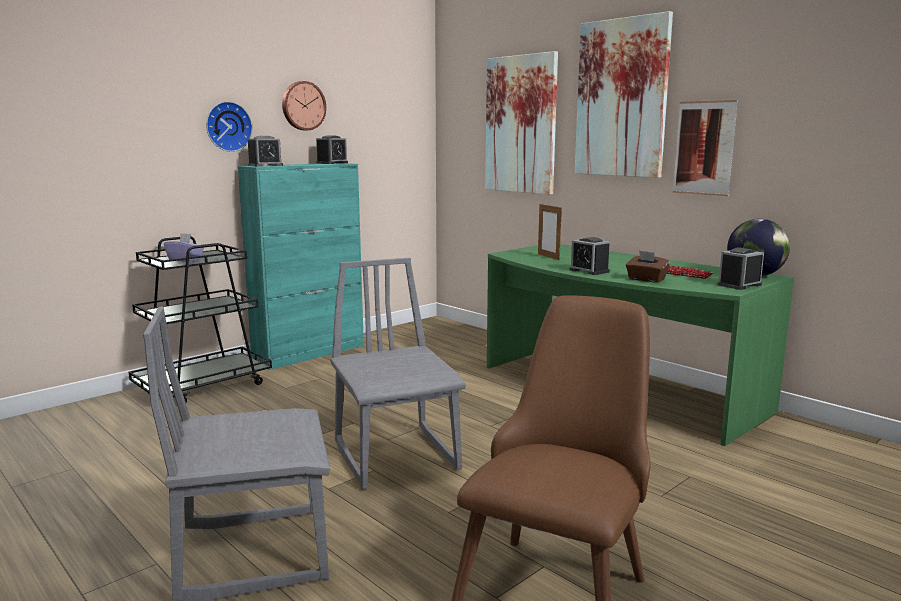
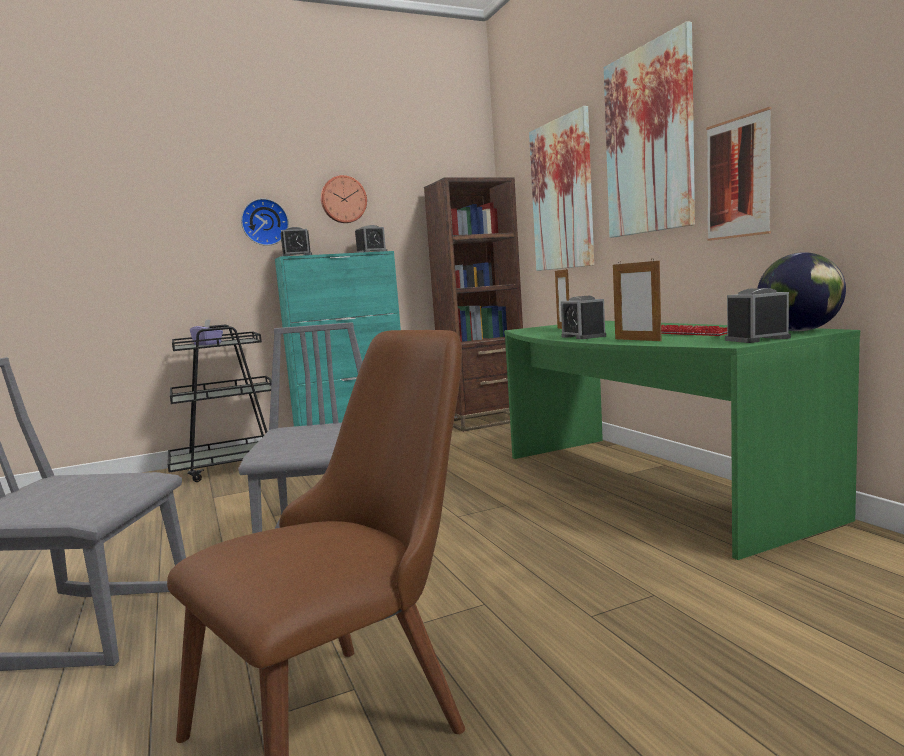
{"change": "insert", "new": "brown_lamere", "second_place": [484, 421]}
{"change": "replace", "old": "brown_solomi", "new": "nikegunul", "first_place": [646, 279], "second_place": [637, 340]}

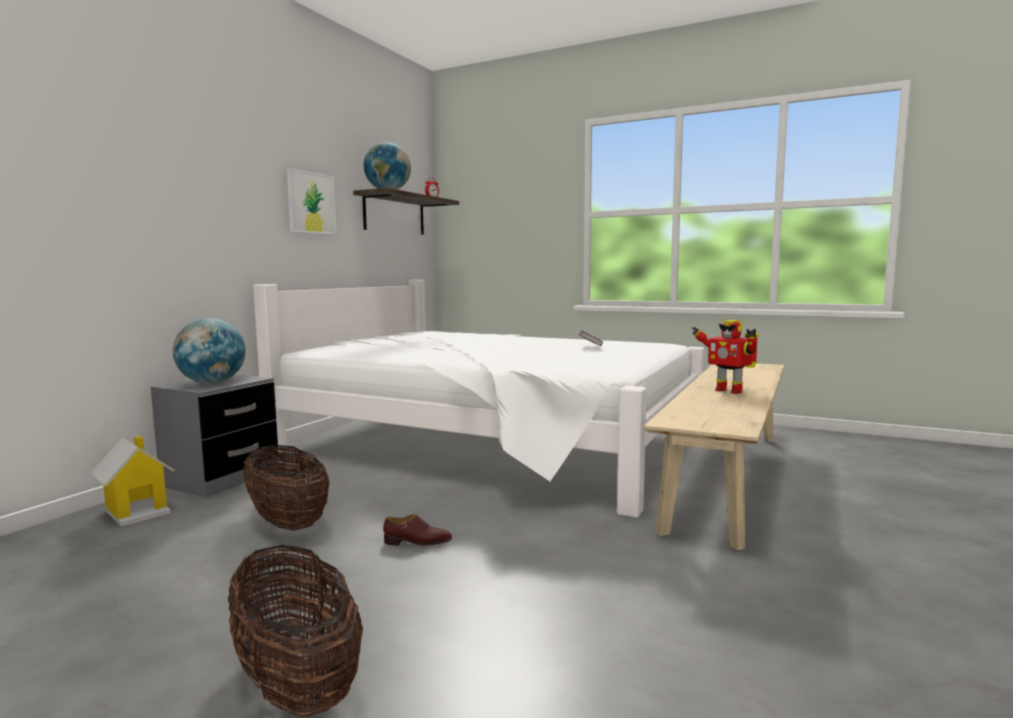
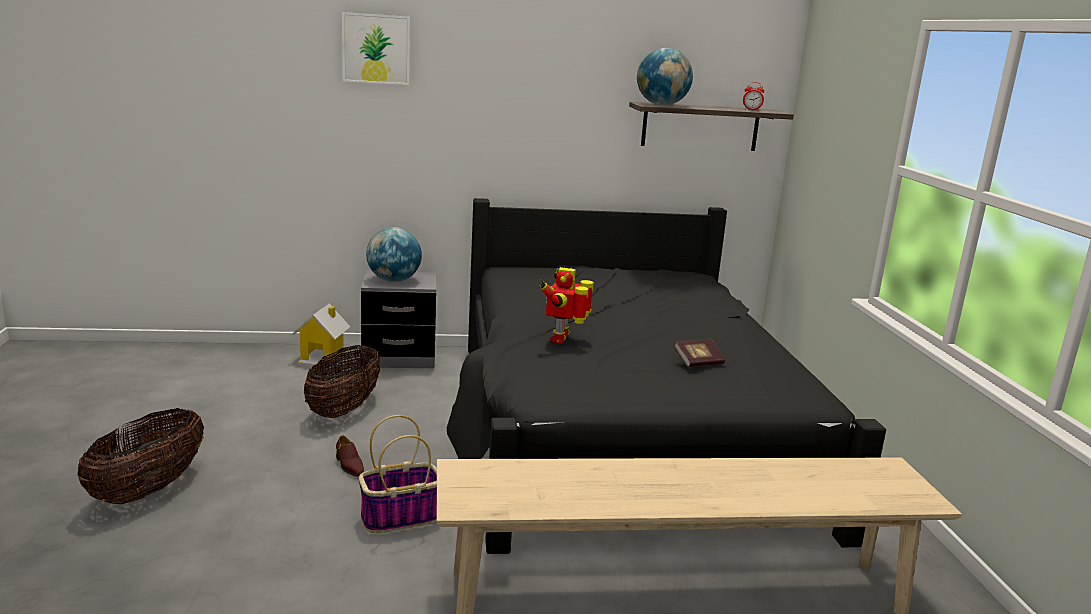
{"change": "insert", "new": "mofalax", "second_place": [401, 517]}
{"change": "move", "old": "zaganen", "first_place": [311, 203], "second_place": [376, 49]}
{"change": "move", "old": "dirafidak", "first_place": [728, 390], "second_place": [562, 338]}
{"change": "recolor", "old": "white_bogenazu", "new": "black_bogenazu", "first_place": [494, 442], "second_place": [621, 428]}

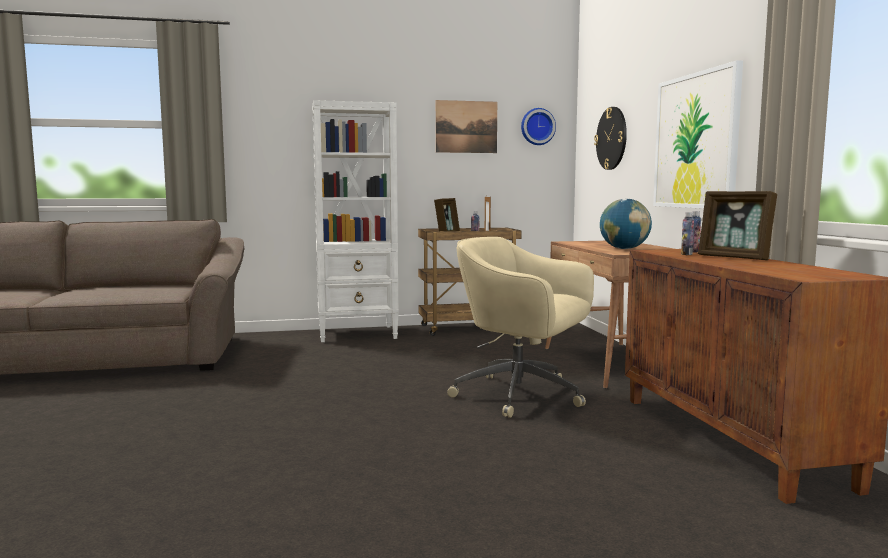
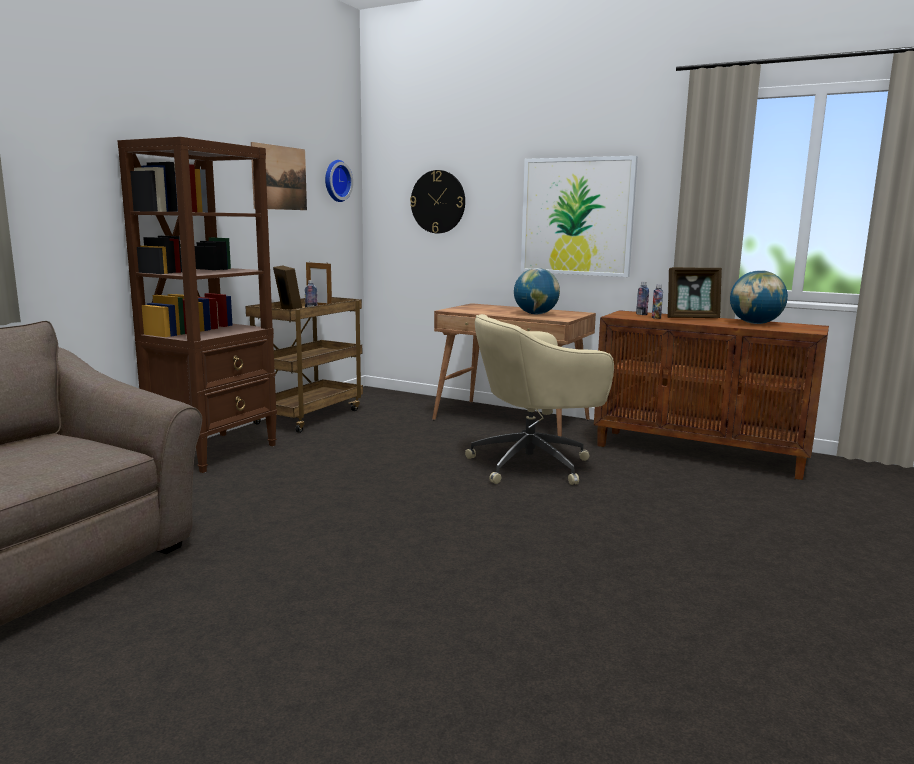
{"change": "insert", "new": "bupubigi", "second_place": [755, 323]}
{"change": "recolor", "old": "white_lamere", "new": "brown_lamere", "first_place": [358, 334], "second_place": [215, 451]}

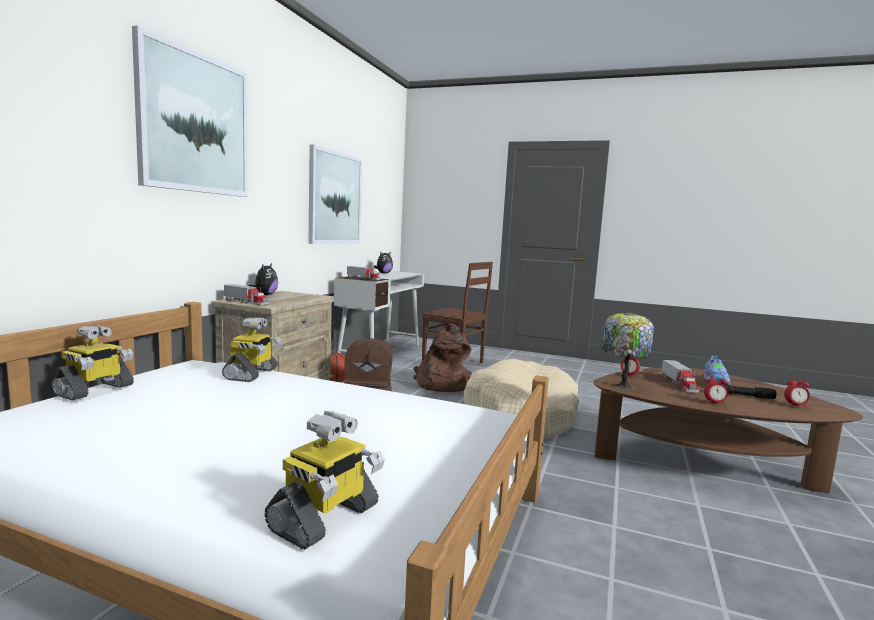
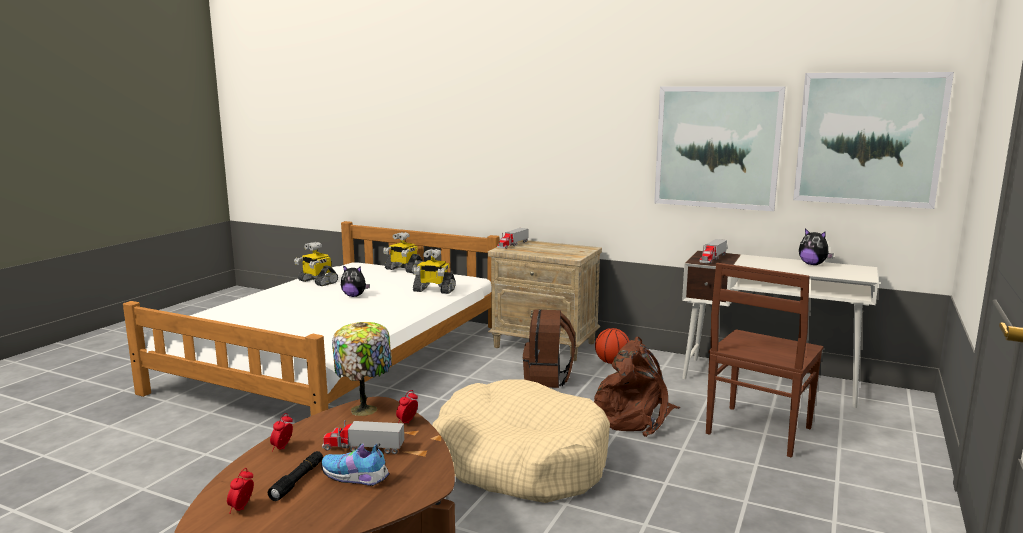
{"change": "move", "old": "zaganen", "first_place": [195, 123], "second_place": [868, 139]}
{"change": "move", "old": "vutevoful", "first_place": [265, 295], "second_place": [354, 296]}
{"change": "move", "old": "dirafidak", "first_place": [325, 519], "second_place": [317, 281]}

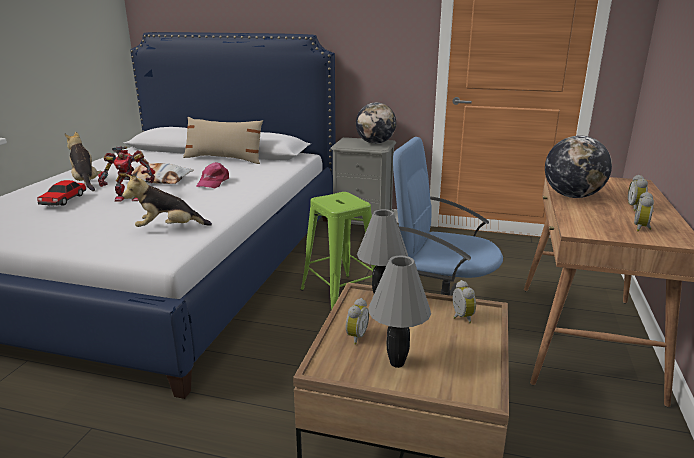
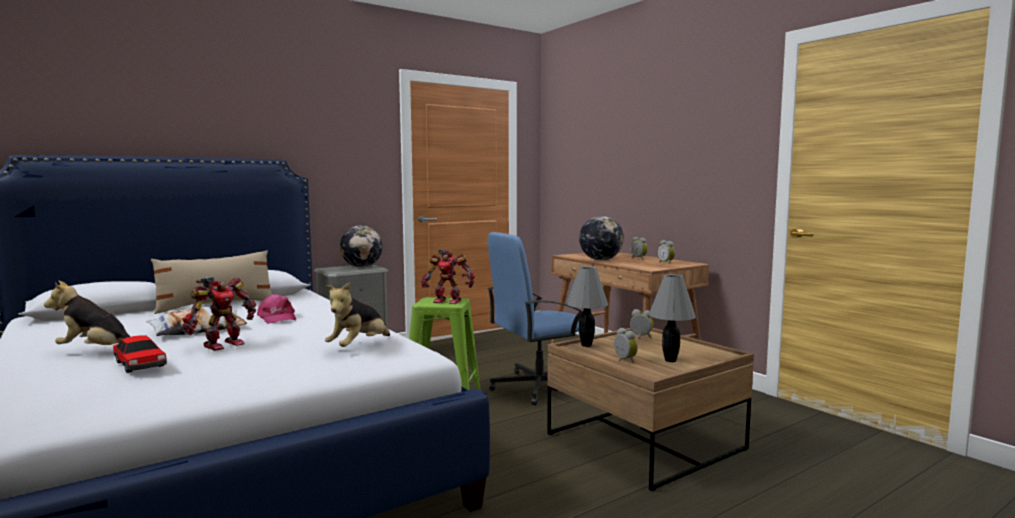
{"change": "insert", "new": "dirafidak", "second_place": [448, 301]}

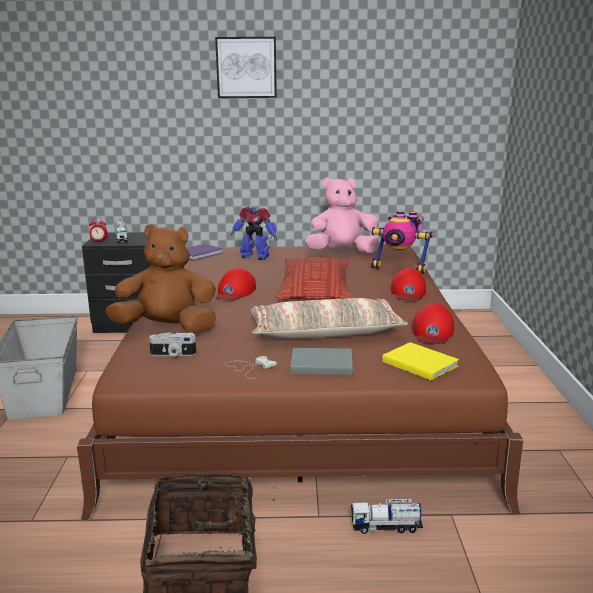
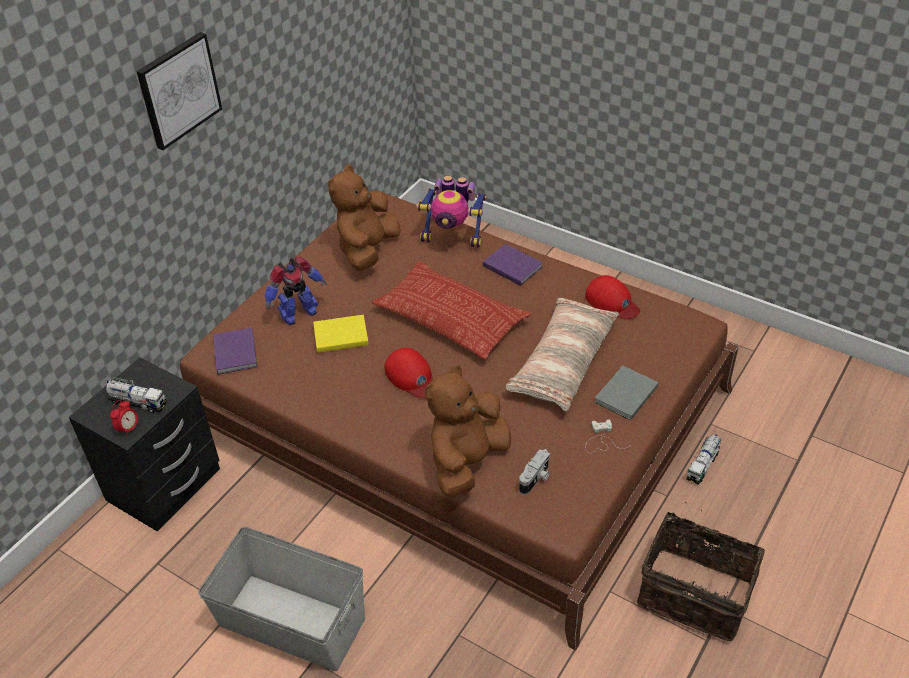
{"change": "move", "old": "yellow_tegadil", "first_place": [419, 363], "second_place": [339, 335]}
{"change": "replace", "old": "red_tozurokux", "new": "purple_tegadil", "first_place": [408, 292], "second_place": [512, 265]}
{"change": "recolor", "old": "pink_vutevoful", "new": "brown_vutevoful", "first_place": [342, 253], "second_place": [367, 250]}
{"change": "rotate", "old": "dirafidak", "first_place": [400, 268], "second_place": [453, 238], "degrees": 45}

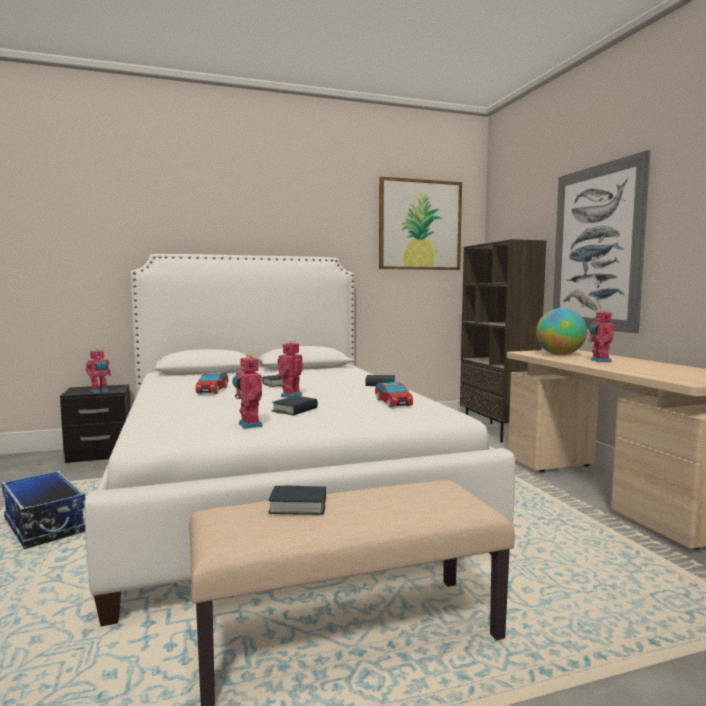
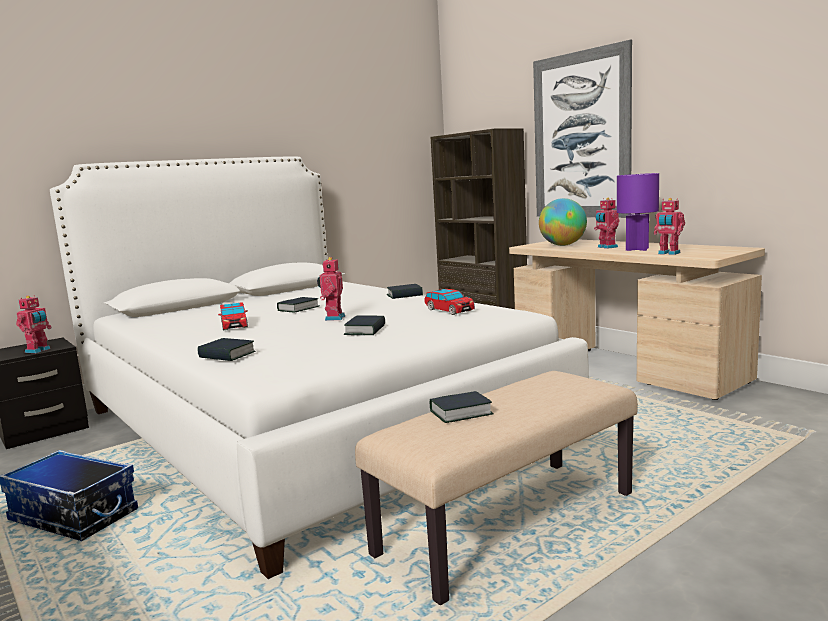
{"change": "delete", "old": "zaganen", "first_place": [420, 225]}
{"change": "insert", "new": "tegadil", "second_place": [227, 355]}
{"change": "insert", "new": "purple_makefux", "second_place": [637, 249]}
{"change": "move", "old": "dirafidak", "first_place": [248, 425], "second_place": [668, 253]}

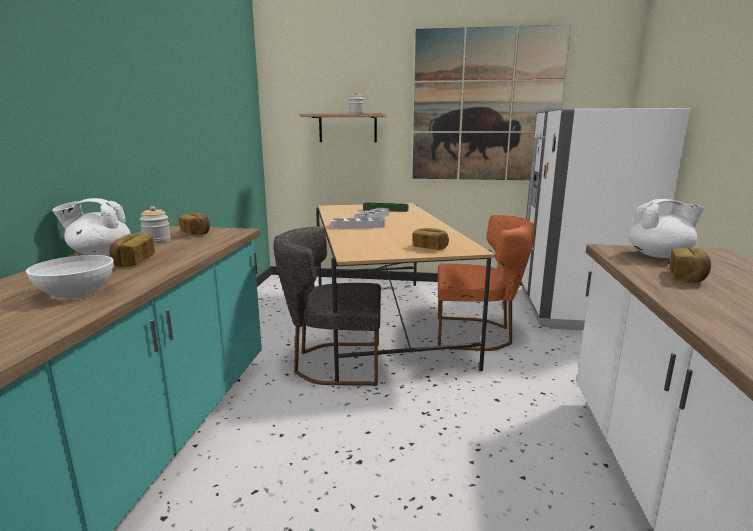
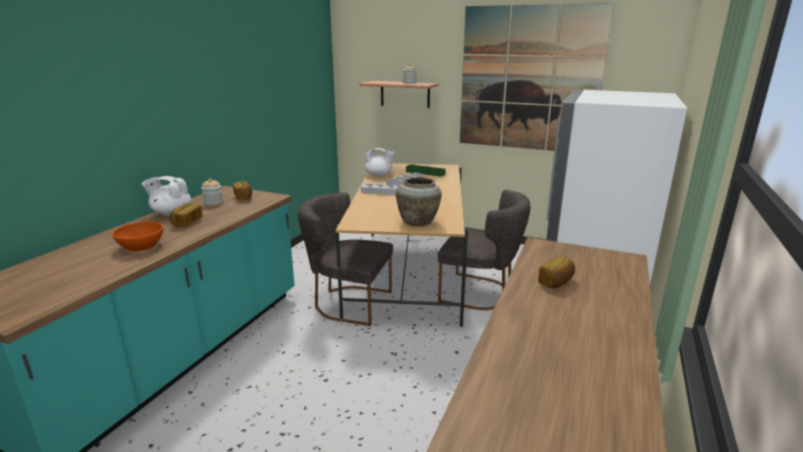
{"change": "move", "old": "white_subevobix", "first_place": [659, 255], "second_place": [379, 175]}
{"change": "replace", "old": "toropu", "new": "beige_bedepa", "first_place": [430, 248], "second_place": [418, 222]}
{"change": "recolor", "old": "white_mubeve", "new": "orange_mubeve", "first_place": [76, 292], "second_place": [141, 246]}
{"change": "recolor", "old": "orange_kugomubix", "new": "grey_kugomubix", "first_place": [477, 334], "second_place": [480, 293]}

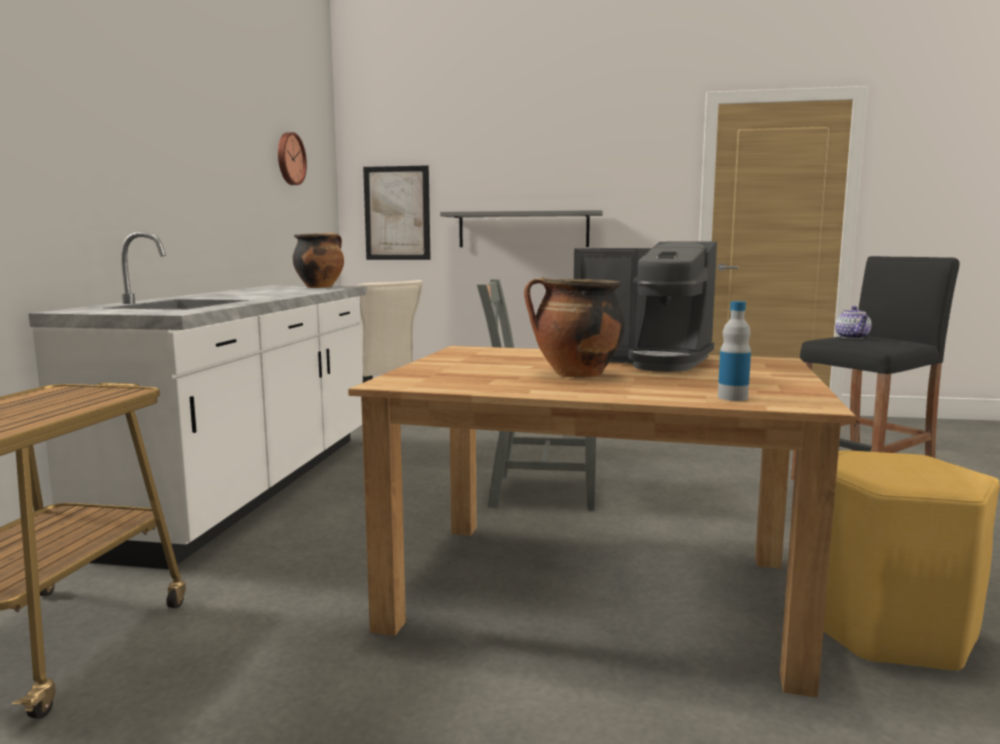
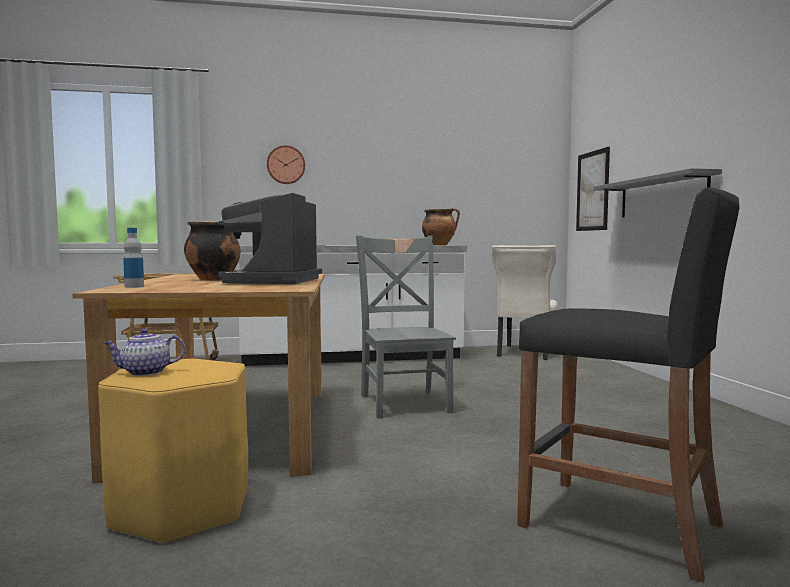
{"change": "move", "old": "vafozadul", "first_place": [289, 159], "second_place": [286, 165]}
{"change": "move", "old": "subevobix", "first_place": [852, 337], "second_place": [145, 372]}

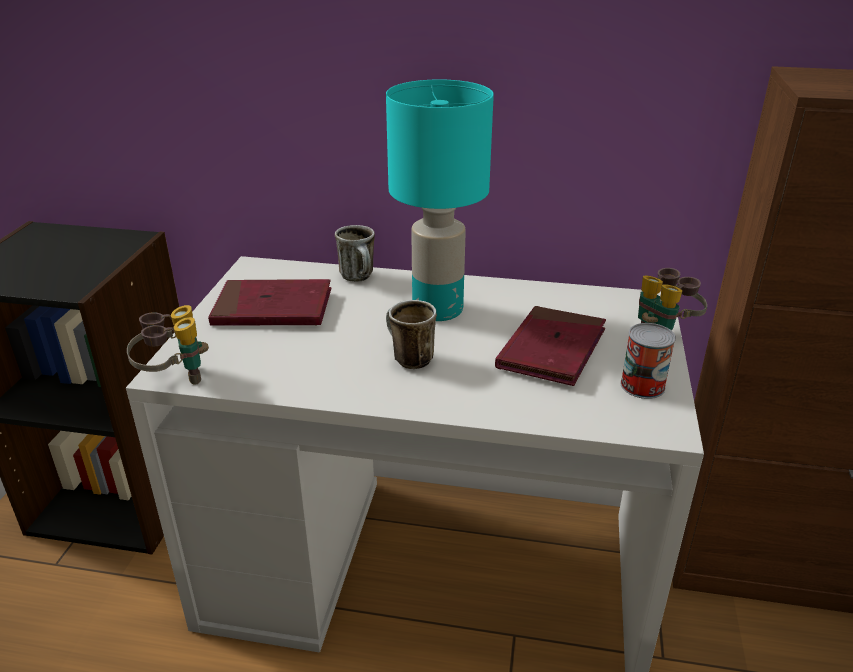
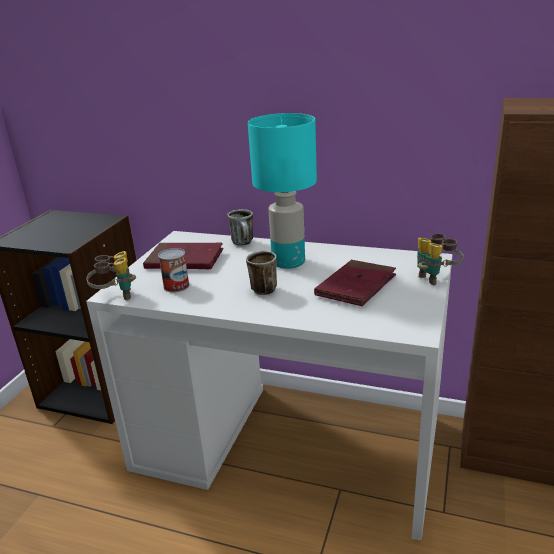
{"change": "move", "old": "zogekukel", "first_place": [642, 385], "second_place": [176, 286]}

